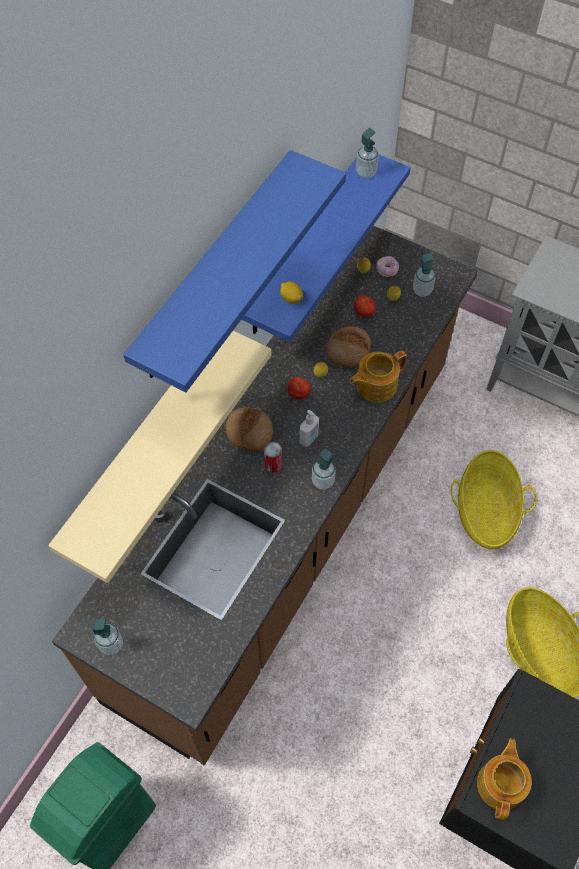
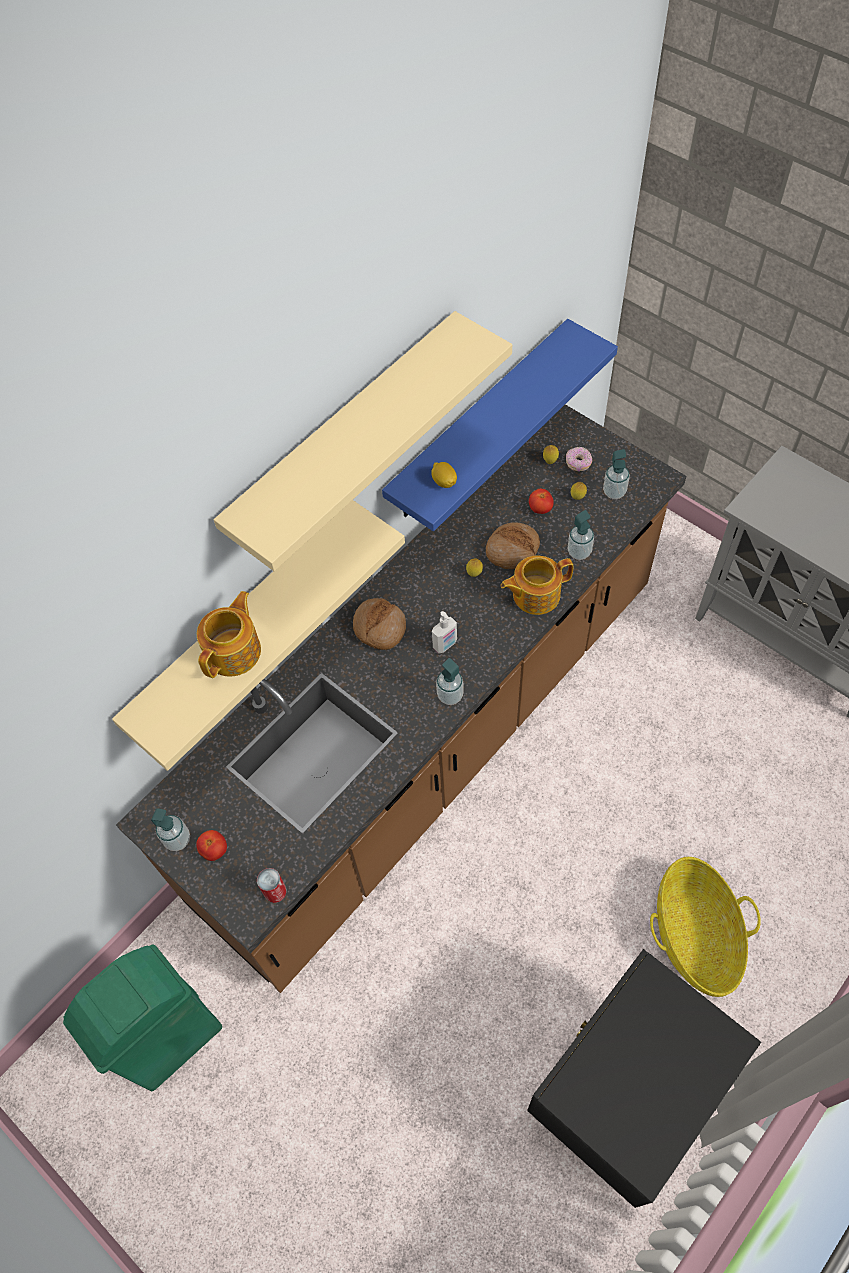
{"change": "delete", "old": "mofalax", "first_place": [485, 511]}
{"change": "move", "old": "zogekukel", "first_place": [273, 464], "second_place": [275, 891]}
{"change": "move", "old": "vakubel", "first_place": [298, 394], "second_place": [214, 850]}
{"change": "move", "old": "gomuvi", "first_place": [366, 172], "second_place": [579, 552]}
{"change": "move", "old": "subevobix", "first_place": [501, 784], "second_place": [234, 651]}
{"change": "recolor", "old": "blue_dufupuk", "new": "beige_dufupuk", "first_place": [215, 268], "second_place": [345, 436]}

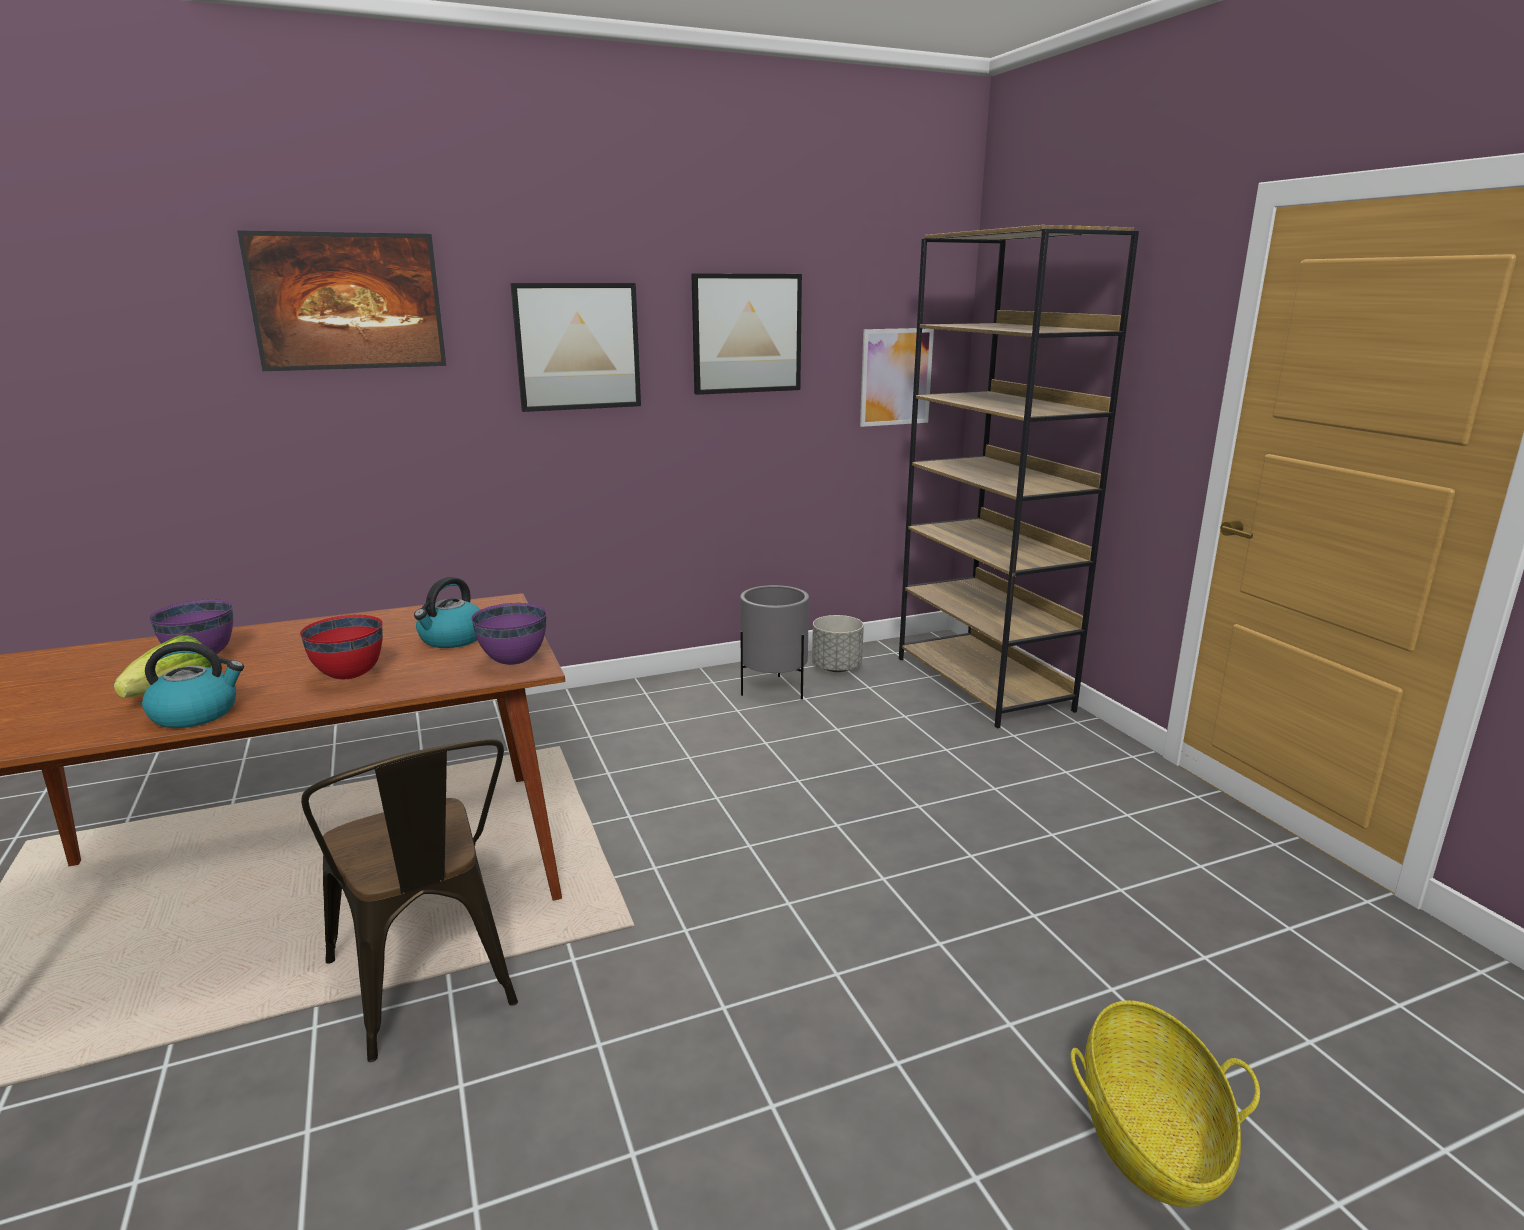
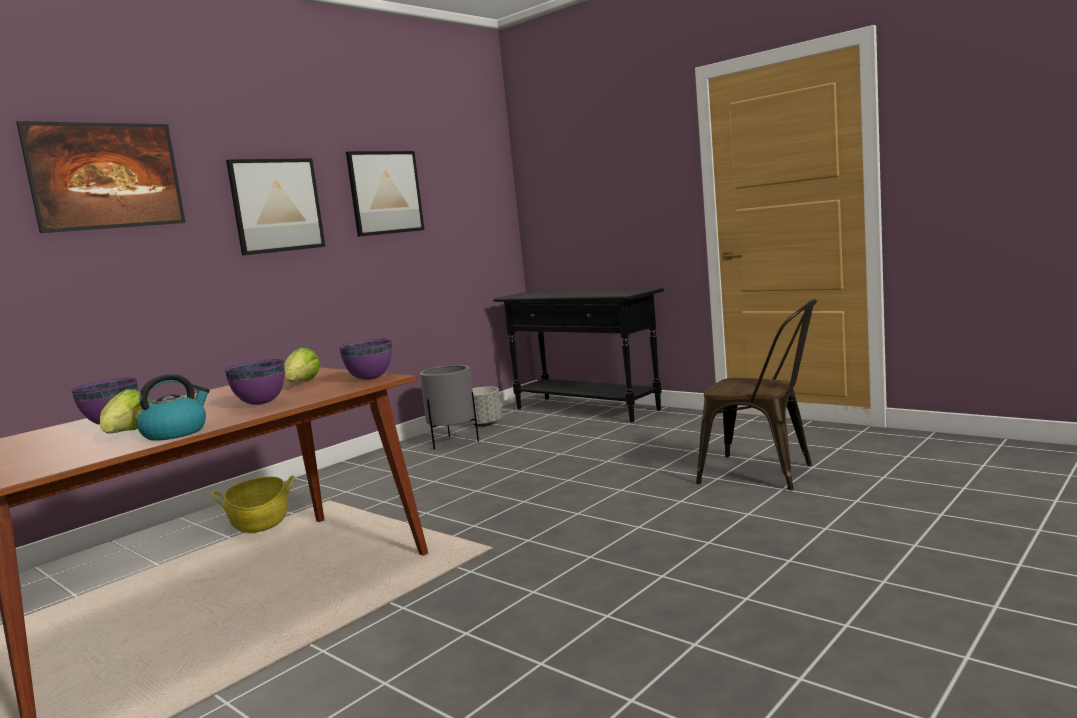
{"change": "delete", "old": "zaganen", "first_place": [896, 377]}
{"change": "move", "old": "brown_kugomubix", "first_place": [429, 989], "second_place": [765, 474]}
{"change": "move", "old": "mofalax", "first_place": [1150, 1135], "second_place": [260, 522]}
{"change": "replace", "old": "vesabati", "new": "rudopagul", "first_place": [452, 639], "second_place": [302, 383]}
{"change": "replace", "old": "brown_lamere", "new": "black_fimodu", "first_place": [983, 684], "second_place": [586, 409]}
{"change": "recolor", "old": "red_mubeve", "new": "purple_mubeve", "first_place": [349, 676], "second_place": [260, 404]}

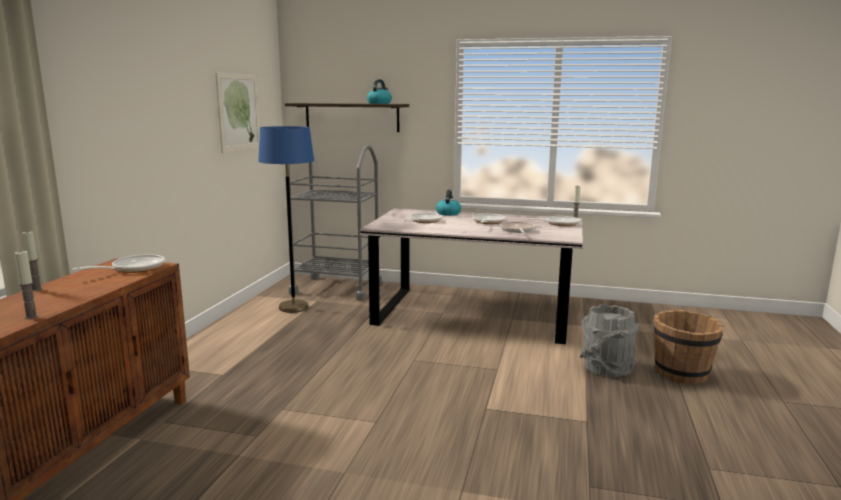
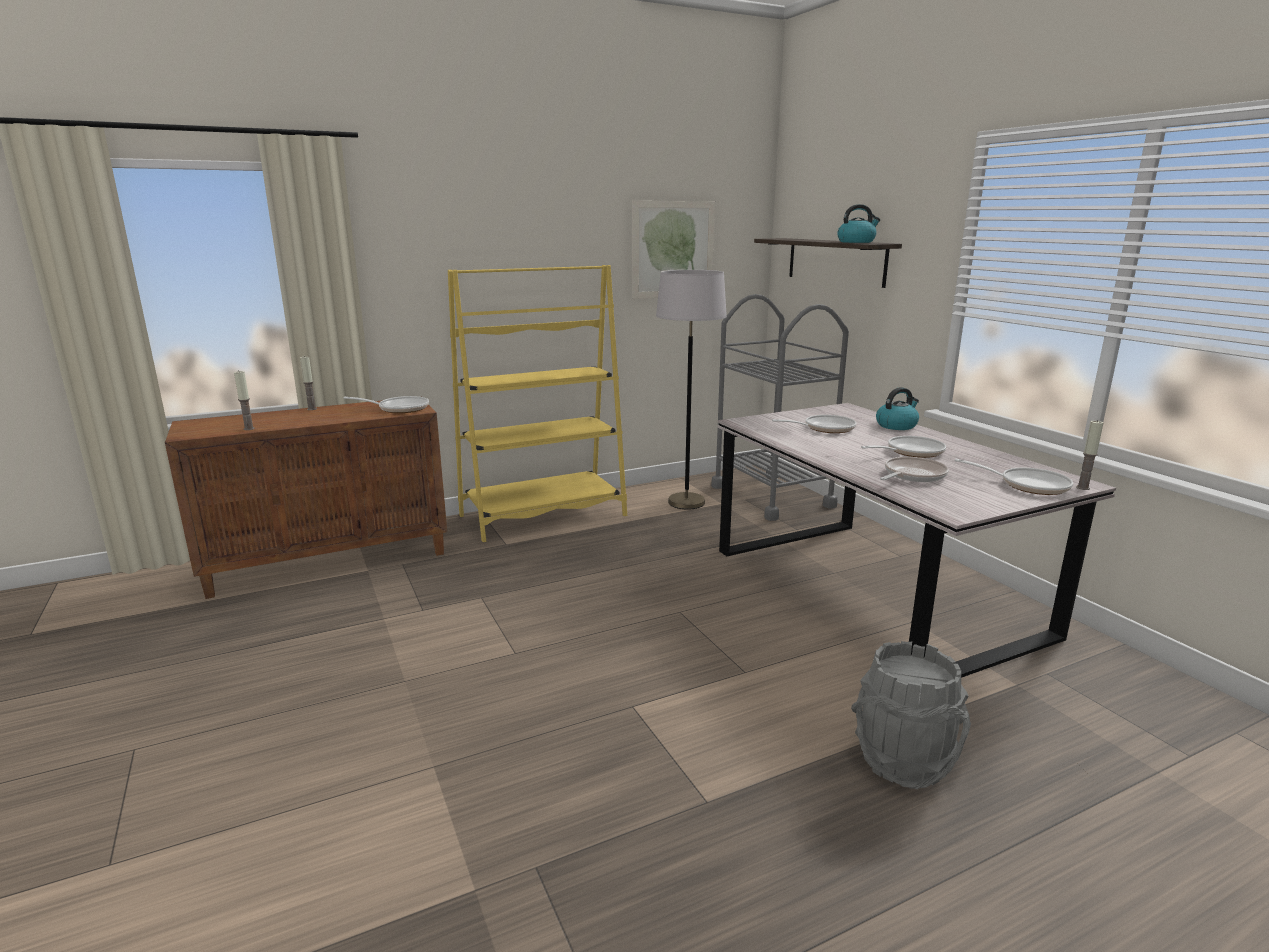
{"change": "delete", "old": "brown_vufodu", "first_place": [681, 373]}
{"change": "insert", "new": "yellow_lamere", "second_place": [543, 516]}
{"change": "recolor", "old": "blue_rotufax", "new": "grey_rotufax", "first_place": [293, 307], "second_place": [686, 502]}

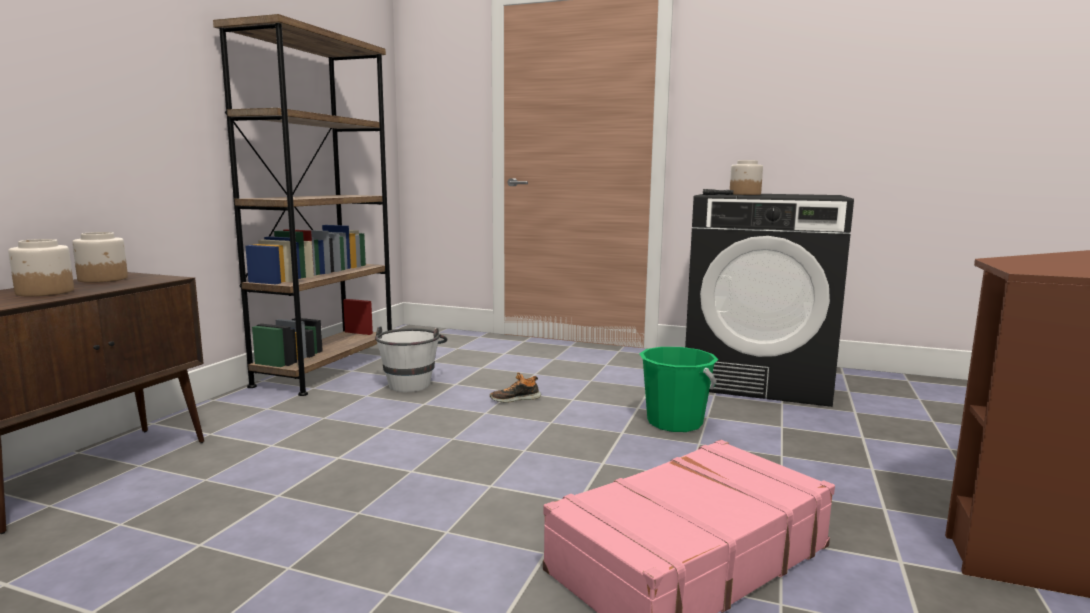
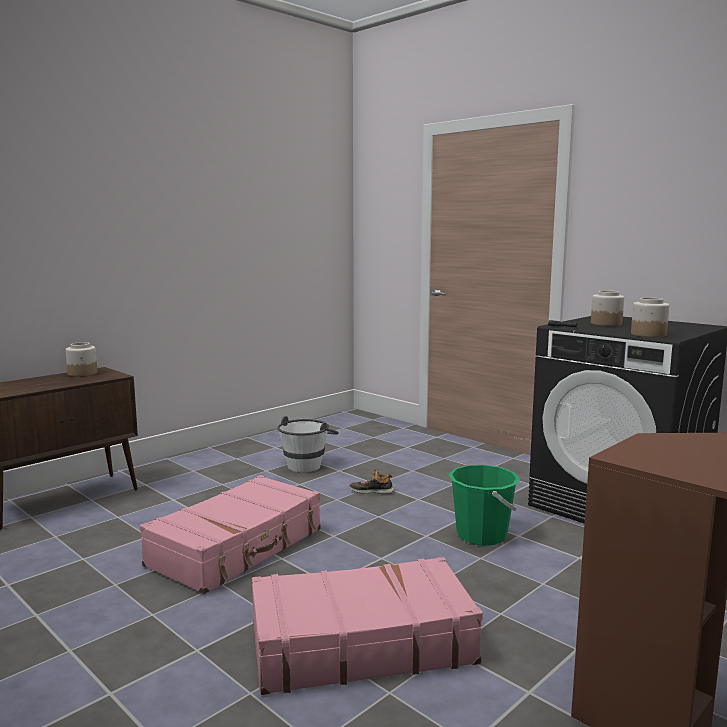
{"change": "delete", "old": "brown_lamere", "first_place": [327, 369]}
{"change": "insert", "new": "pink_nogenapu", "second_place": [238, 548]}
{"change": "move", "old": "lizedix", "first_place": [44, 292], "second_place": [648, 334]}

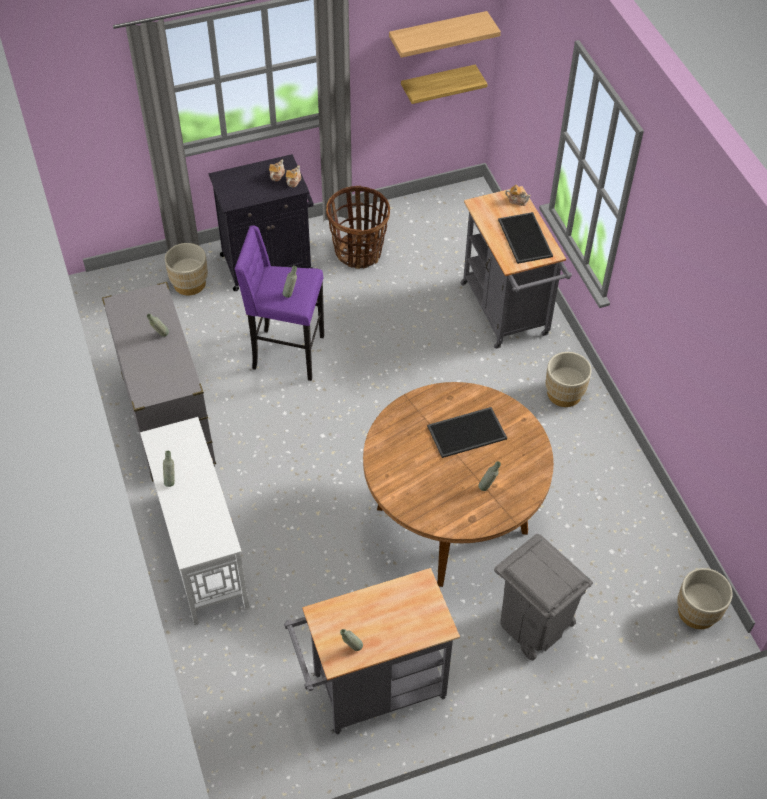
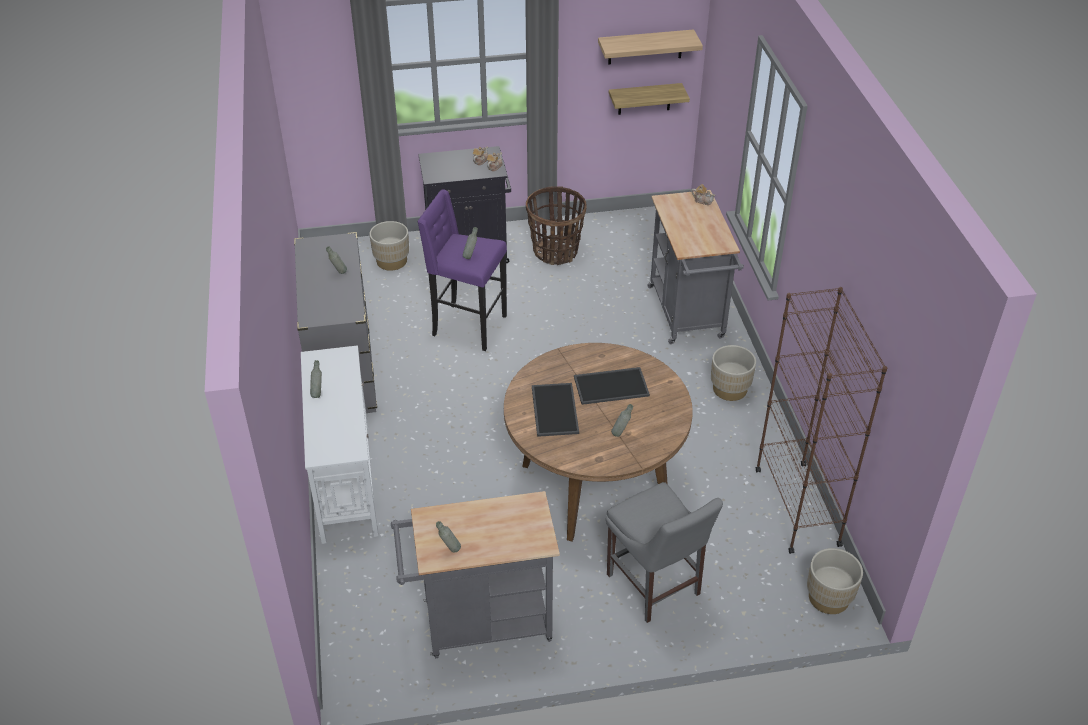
{"change": "insert", "new": "brown_lamere", "second_place": [797, 506]}
{"change": "move", "old": "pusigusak", "first_place": [524, 238], "second_place": [553, 409]}
{"change": "replace", "old": "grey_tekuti", "new": "grey_kugomubix", "first_place": [533, 625], "second_place": [655, 588]}

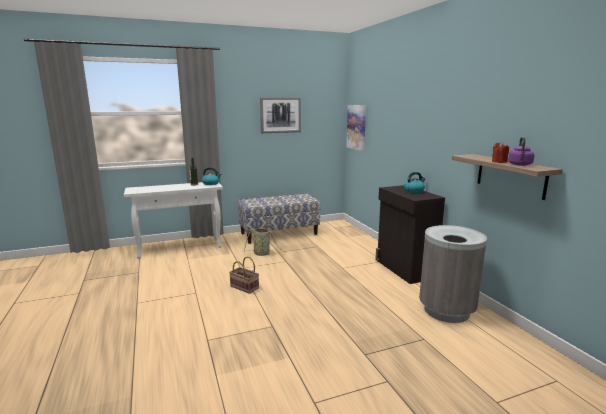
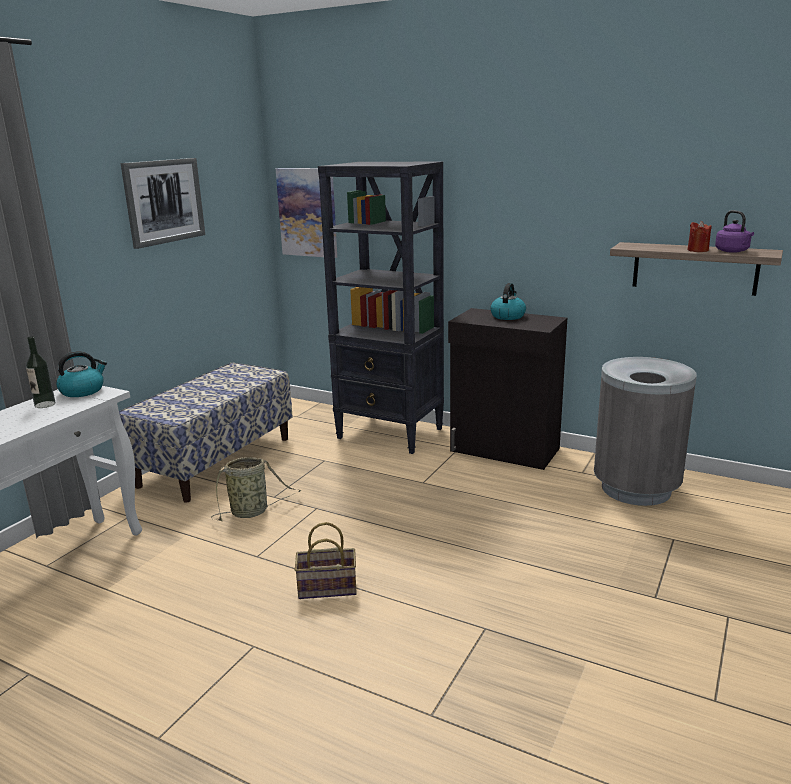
{"change": "insert", "new": "black_lamere", "second_place": [391, 433]}

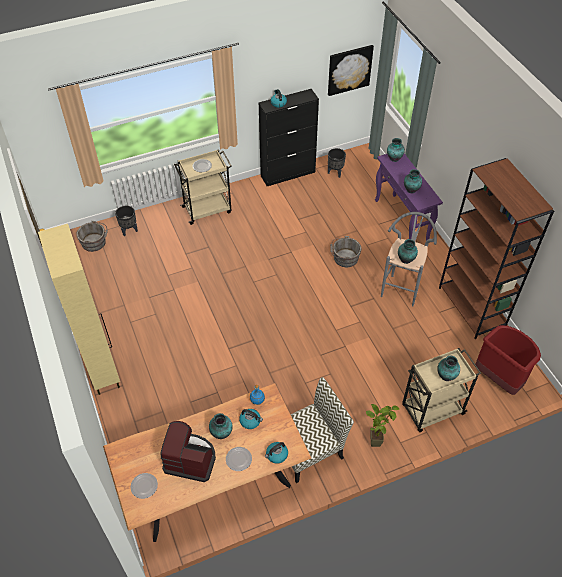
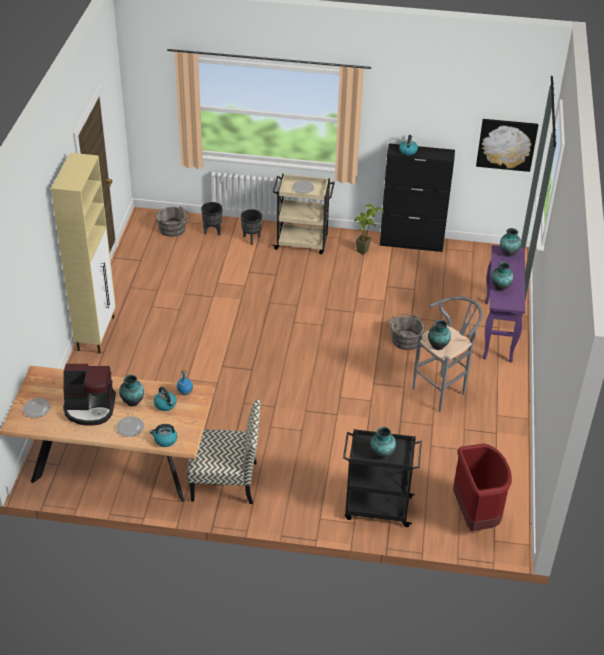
{"change": "delete", "old": "brown_lamere", "first_place": [472, 307]}
{"change": "move", "old": "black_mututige", "first_place": [335, 172], "second_place": [251, 239]}
{"change": "move", "old": "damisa", "first_place": [376, 438], "second_place": [365, 250]}
{"change": "recolor", "old": "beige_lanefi", "new": "black_lanefi", "first_place": [431, 410], "second_place": [376, 508]}
{"change": "rotate", "old": "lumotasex", "first_place": [190, 459], "second_place": [90, 408], "degrees": 135}

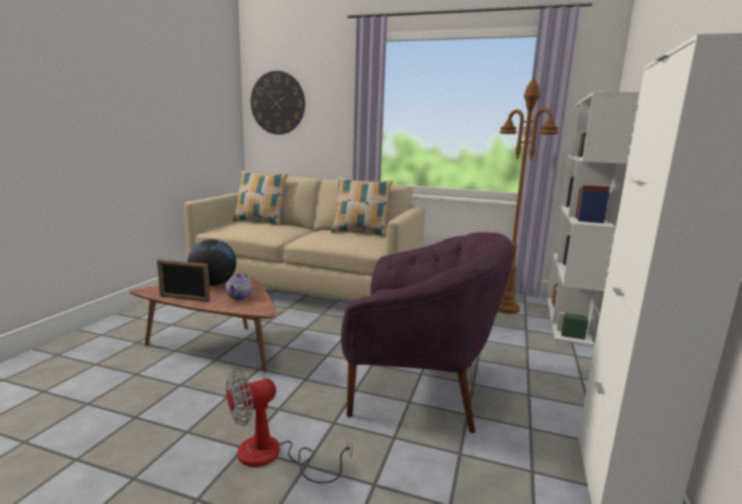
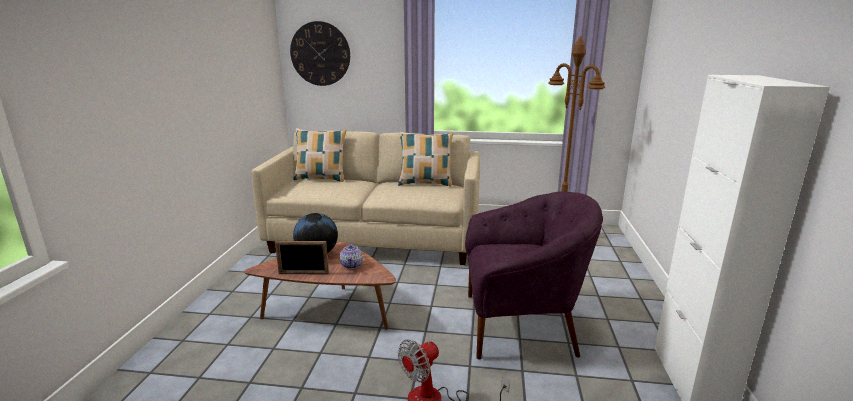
{"change": "delete", "old": "white_lamere", "first_place": [568, 320]}

